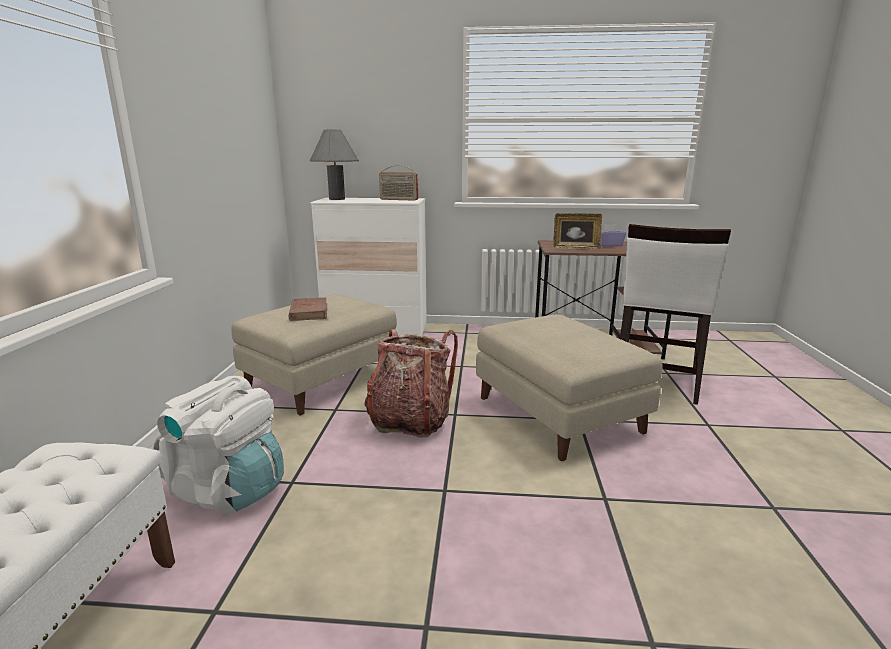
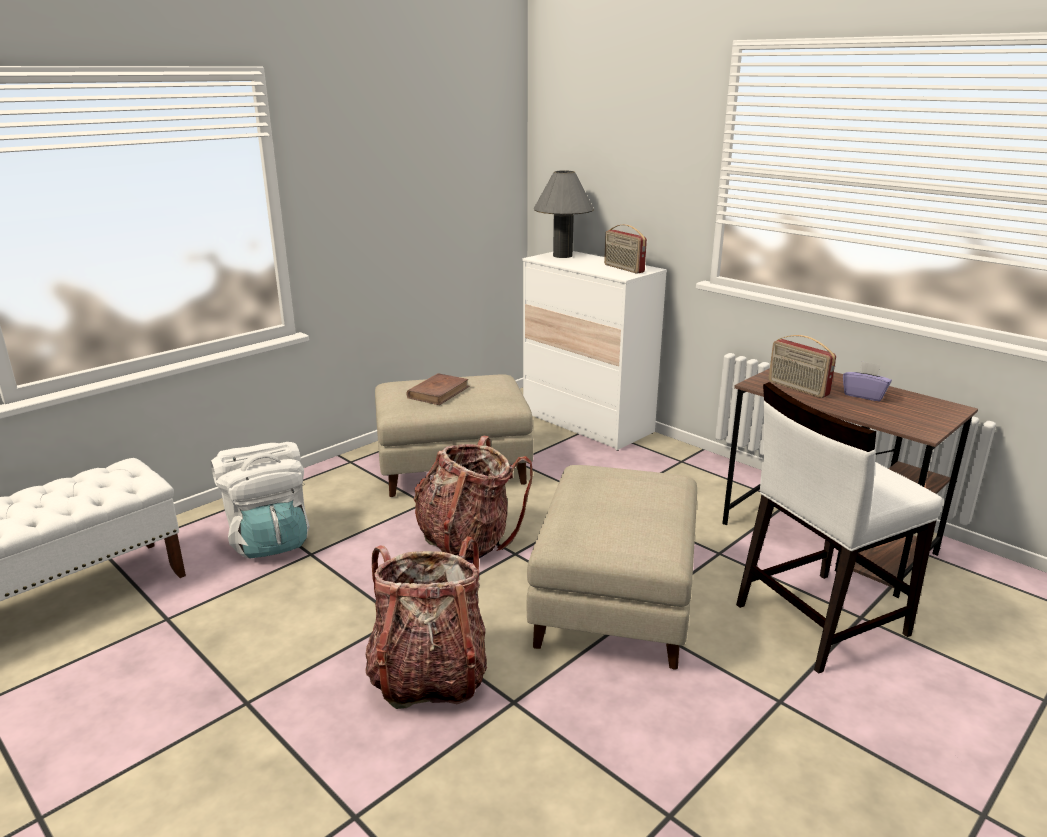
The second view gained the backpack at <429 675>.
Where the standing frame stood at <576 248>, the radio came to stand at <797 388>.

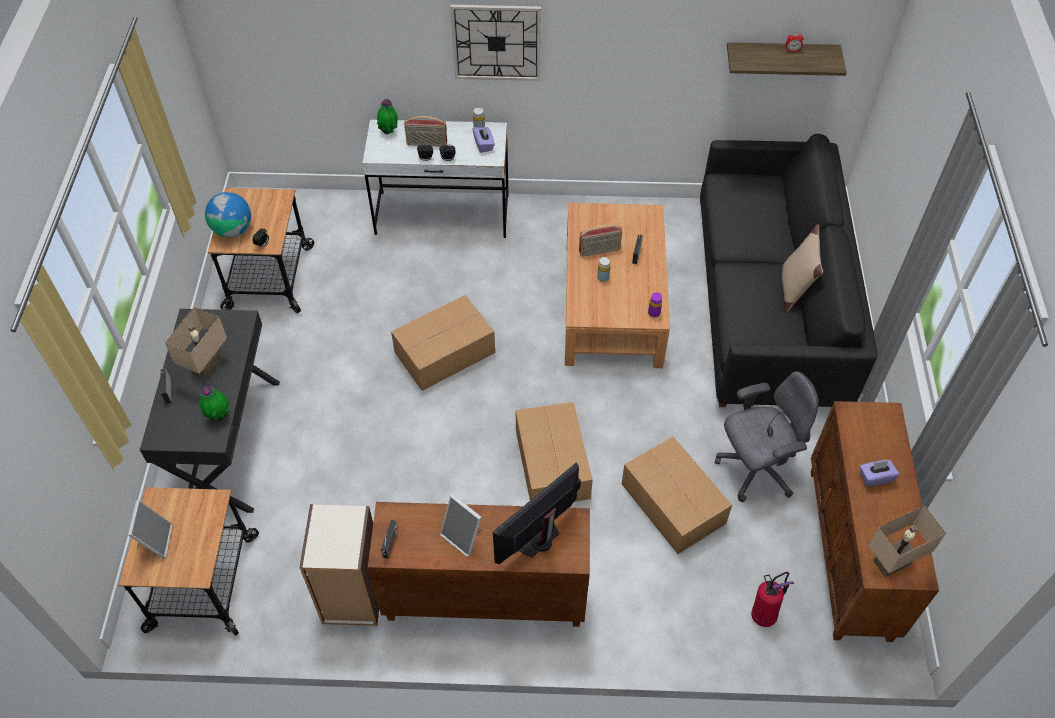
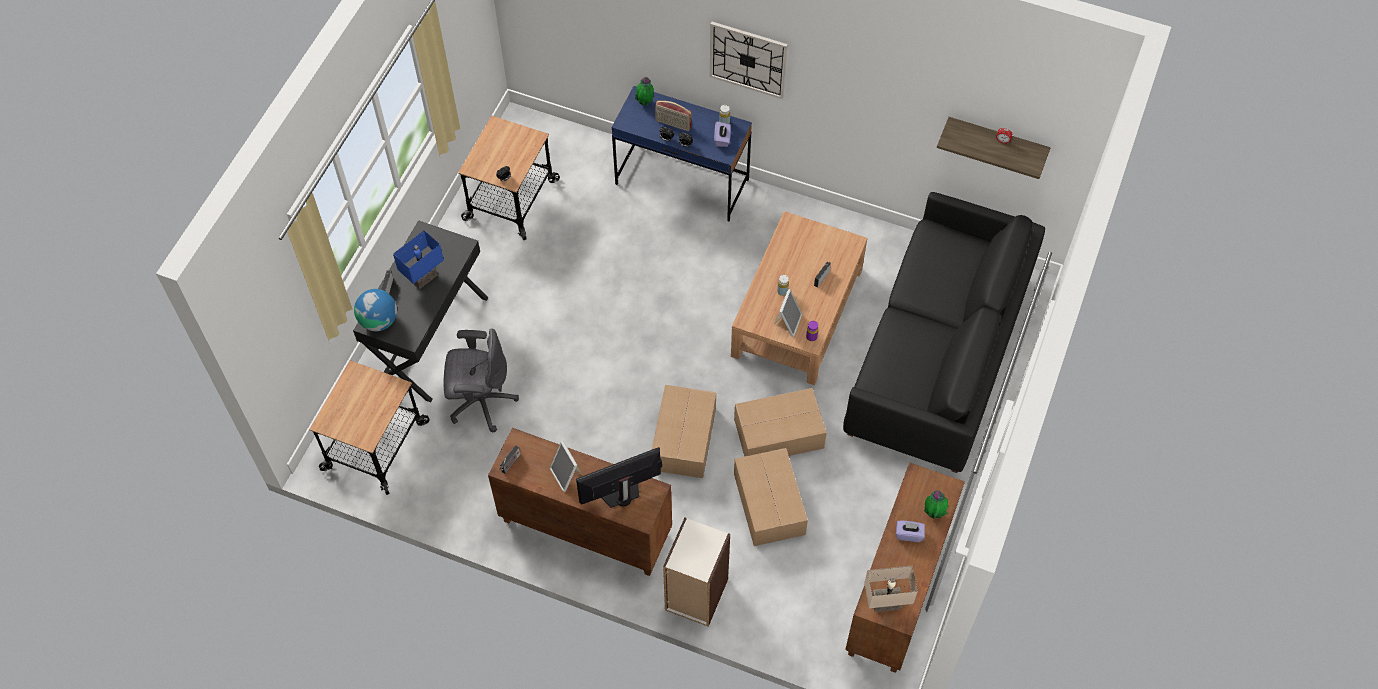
The second view lost the radio at <599 251>.
The second view lost the fire-fighting cylinder at <763 614>.
The second view lost the beige-coloured throw pillow at <794 288>.
The standing frame ended up elsewhere, having gone from <155 541> to <787 322>.
The plant in a pot ended up elsewhere, having gone from <219 416> to <934 513>.
The desk globe ended up elsewhere, having gone from <233 229> to <379 320>.
The shelving unit ended up elsewhere, having gone from <353 596> to <696 595>.
The cardboard box ended up elsewhere, having gone from <446 352> to <780 434>.
The gray desk chair ended up elsewhere, having gone from <755 469> to <481 401>.
What was the beige-coloured table lamp at <208 368> turned into the blue table lamp at <424 278>.
What was the whitish desk unit at <442 215> turned into the blue desk unit at <682 182>.

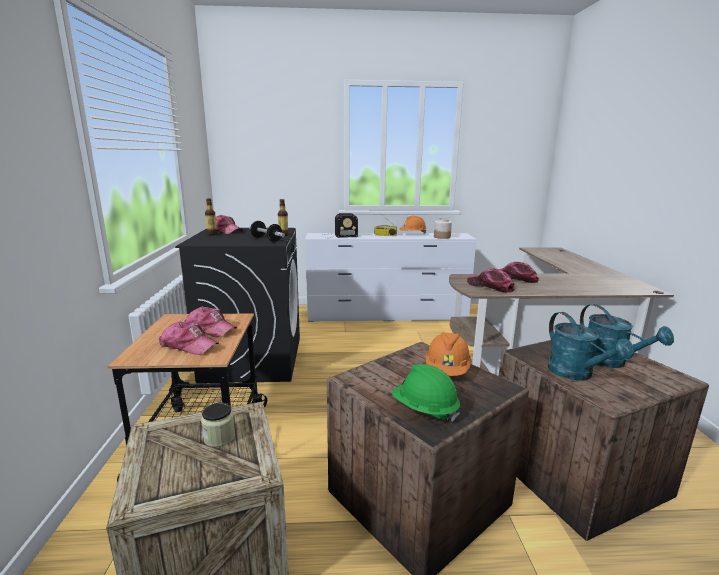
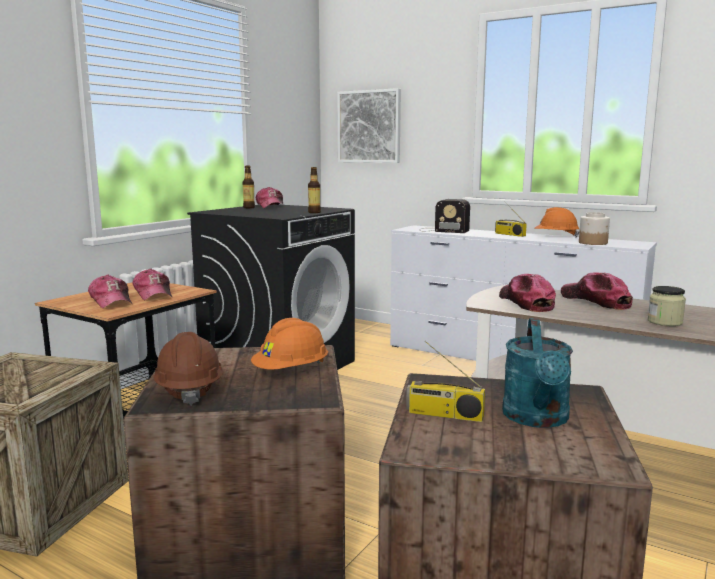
The second view lost the free weight at <266 239>.
The second view gained the picture at <369 126>.
The storage jar ended up elsewhere, having gone from <219 437> to <665 322>.
Where the turquoise-coloured watering pot stood at <576 374>, the radio came to stand at <444 415>.
What was the green work helmet at <424 409> turned into the brown-coloured work helmet at <189 390>.

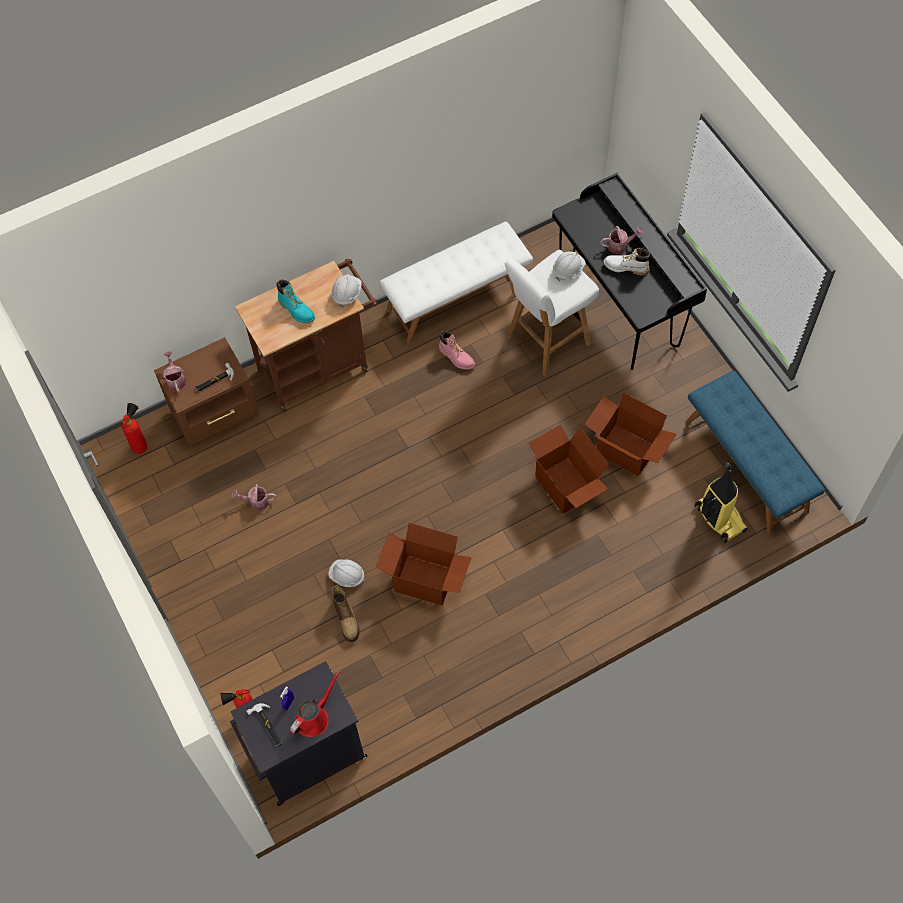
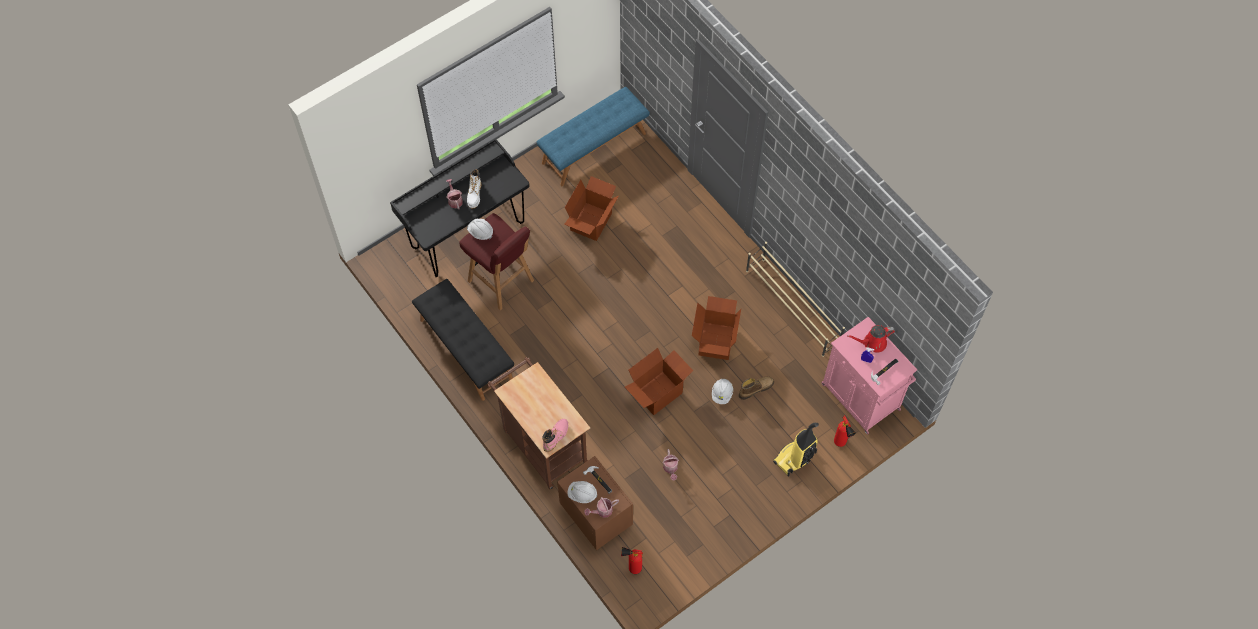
The second view lost the turquoise-coloured high-top boot at <296 310>.
The second view gained the beige-coloured shoe shelf at <792 307>.
The whitish work helmet ended up elsewhere, having gone from <347 294> to <582 494>.
The pink high-top boot ended up elsewhere, having gone from <456 358> to <556 436>.
The cardboard box ended up elsewhere, having gone from <566 485> to <657 392>.
The hoover ended up elsewhere, having gone from <718 518> to <795 458>.
What was the blackish storage cabinet at <307 756> turned into the pink storage cabinet at <861 398>.
What was the whitish indoor bench at <457 297> turned into the blackish indoor bench at <465 350>.
What was the whitish stool seat at <546 341> turned into the red-coloured stool seat at <501 282>.
The red-coloured watering pot at <314 717> ended up facing another way, 45 degrees counterclockwise from before.

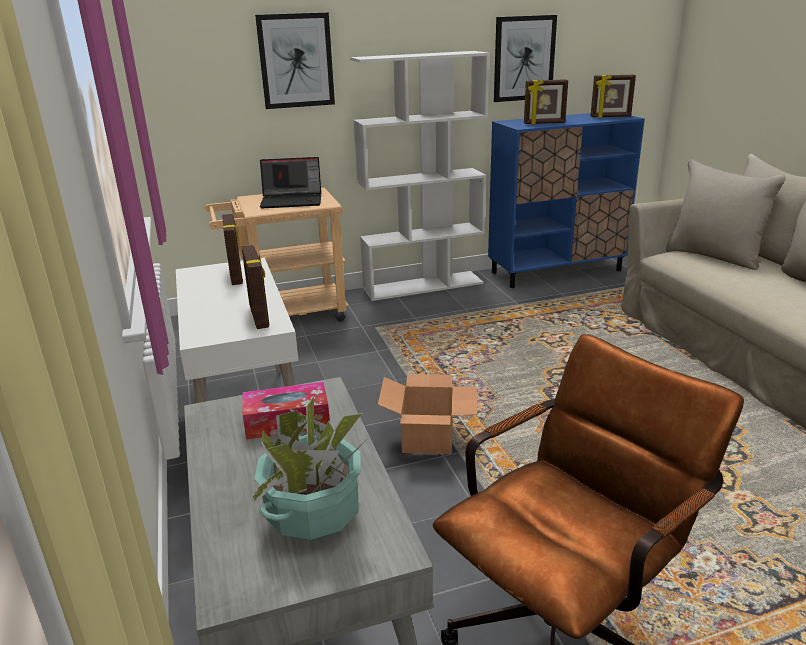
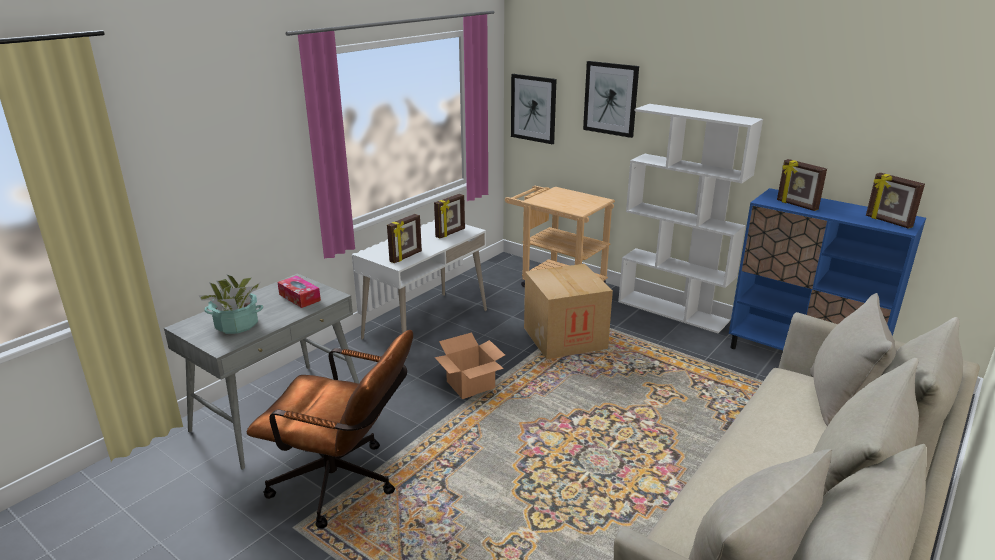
The second view lost the notebook computer at <292 201>.
The second view gained the cardboard box at <564 338>.
The picture ended up elsewhere, having gone from <524 58> to <533 108>.

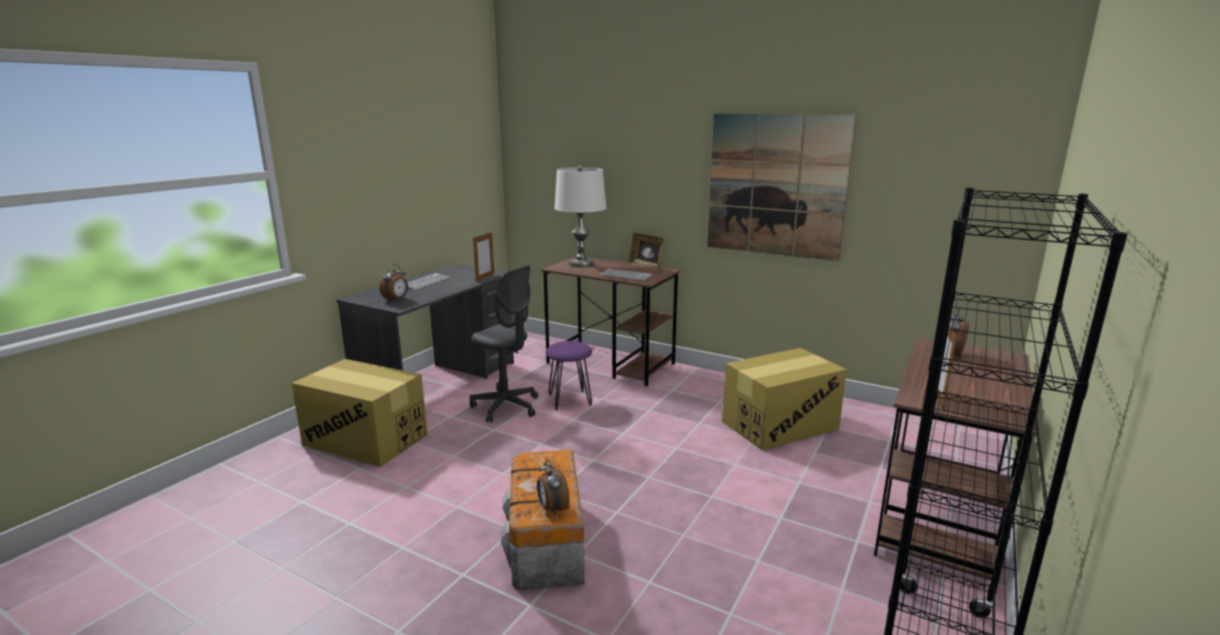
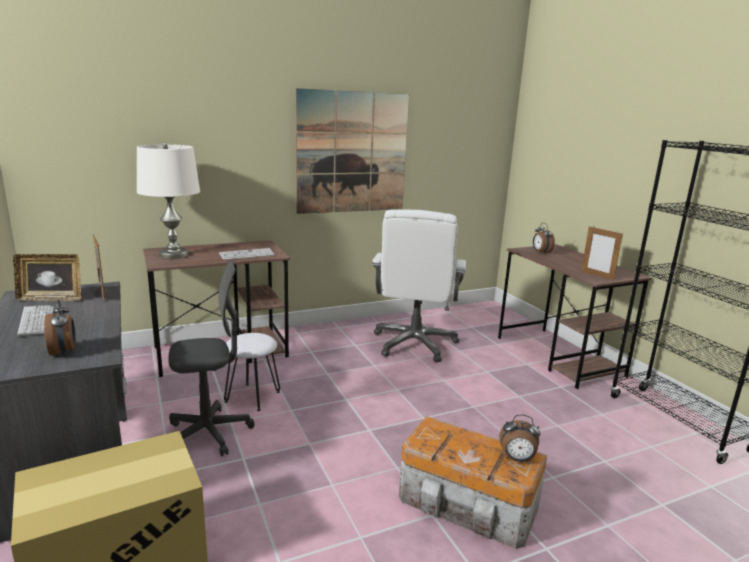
The standing frame ended up elsewhere, having gone from <646 267> to <51 298>.
Where the cardboard box stood at <779 425>, the whitish desk chair came to stand at <414 344>.
What was the purplish stool seat at <569 399> turned into the whitish stool seat at <252 397>.

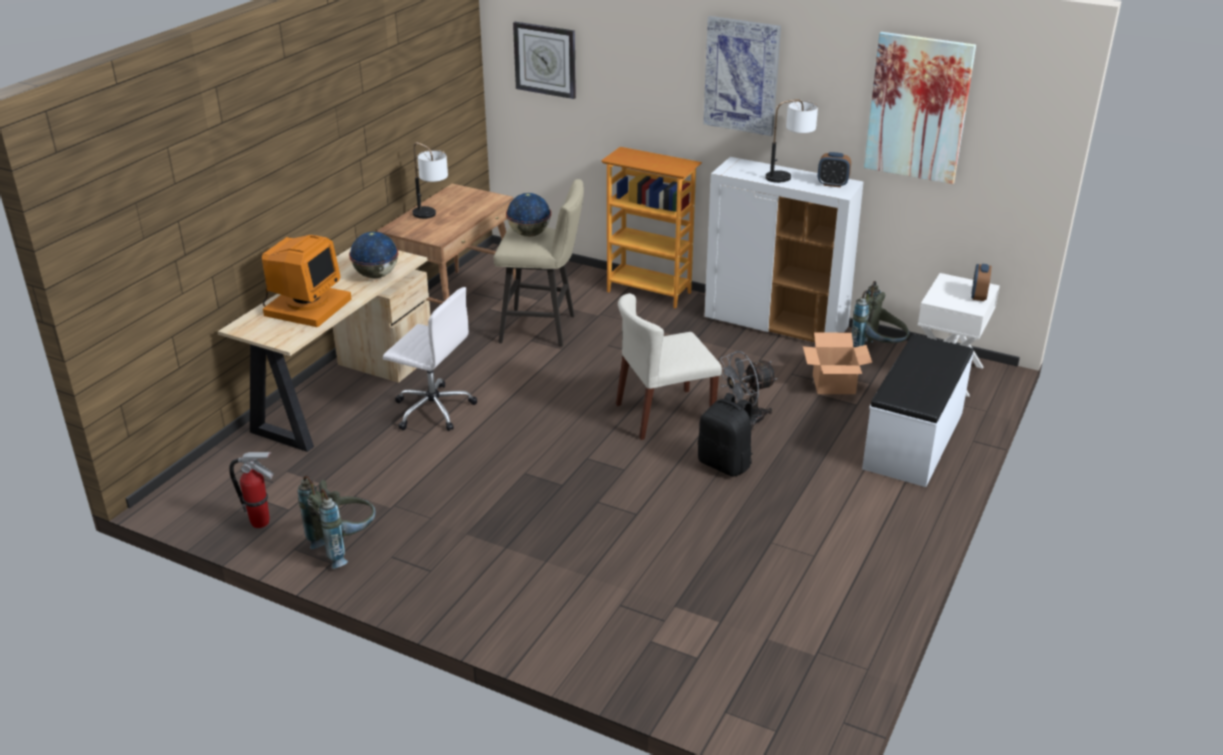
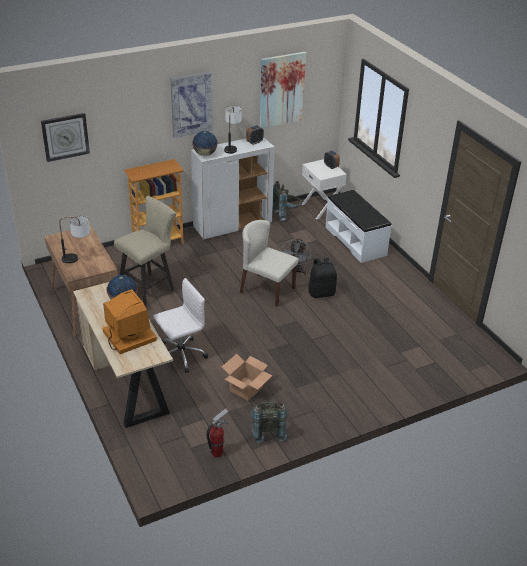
The desk globe ended up elsewhere, having gone from <529 234> to <205 154>.
The cardboard box ended up elsewhere, having gone from <834 384> to <246 388>.
The beige-coloured chair at <664 414> ended up facing another way, 105 degrees clockwise from before.

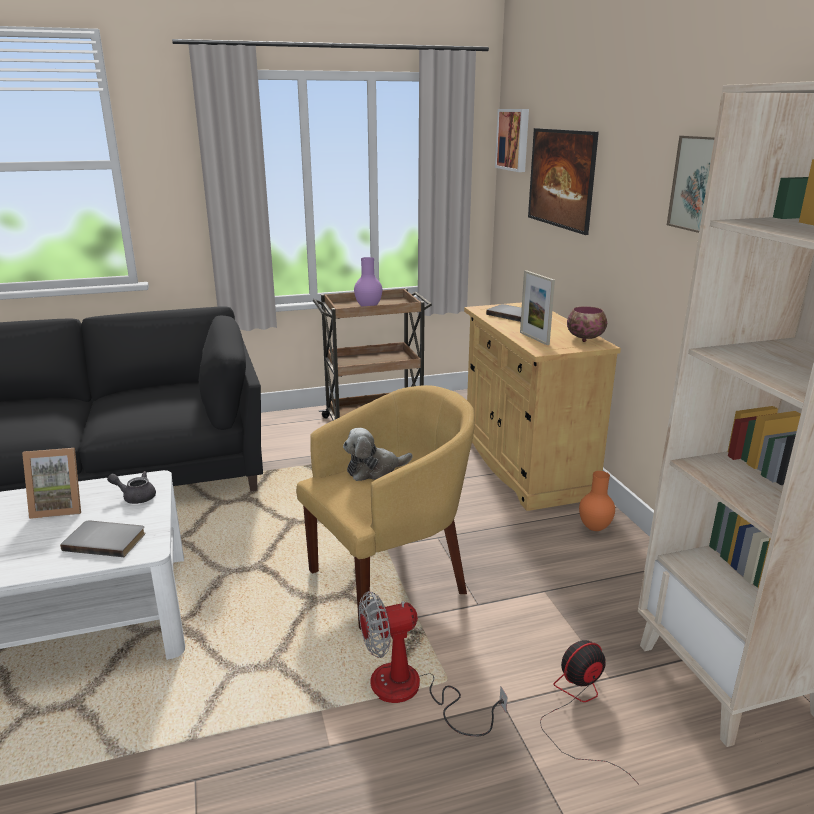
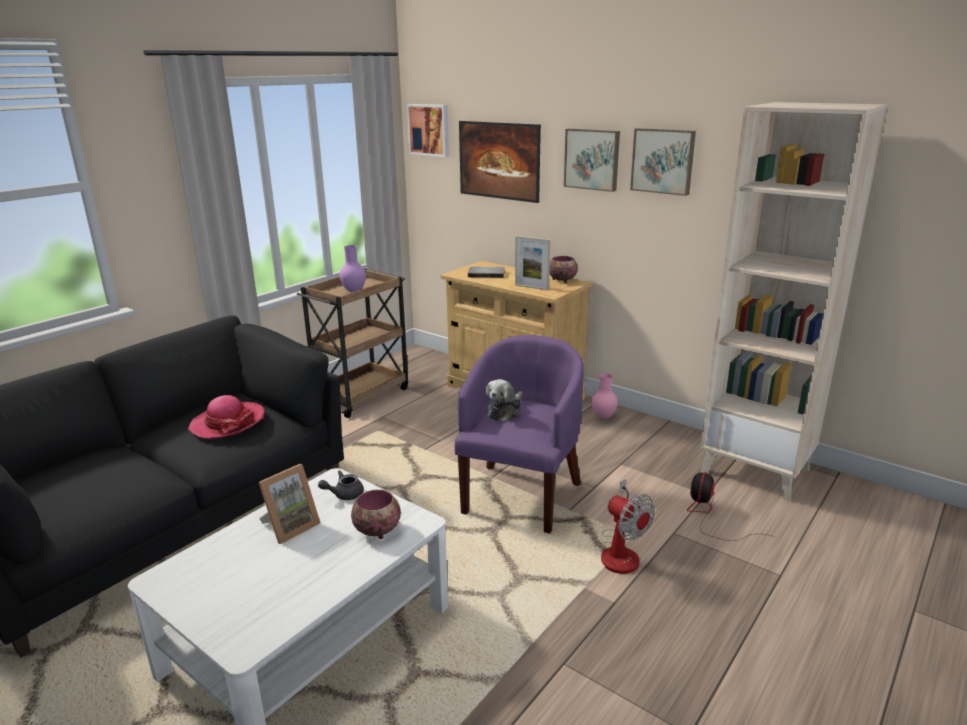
The second view gained the hat at <228 423>.
The second view gained the picture at <592 159>.
Where the gray bound book stood at <106 540>, the serving bowl came to stand at <377 530>.
What was the yellowish easy chair at <391 577> turned into the purplish easy chair at <522 494>.
What was the orange-coloured vase at <595 528> turned into the pink vase at <603 416>.
The cooling fan at <411 692> ended up facing another way, 75 degrees counterclockwise from before.

